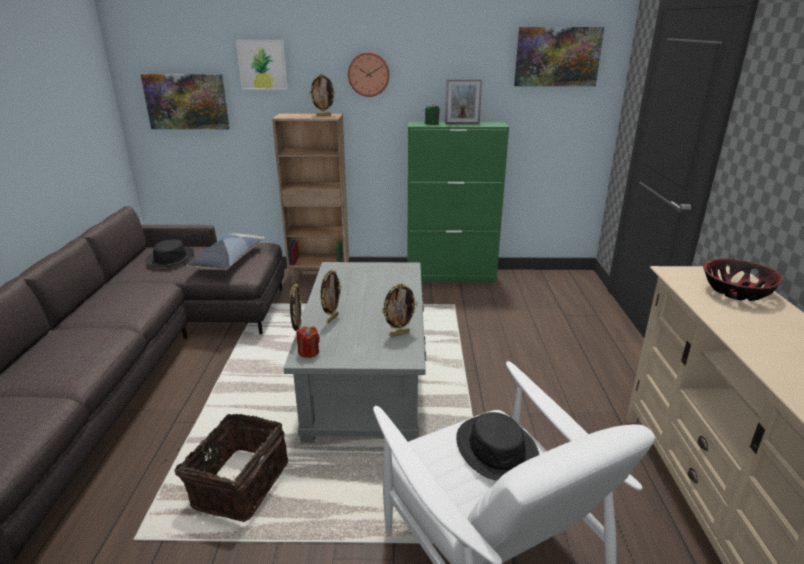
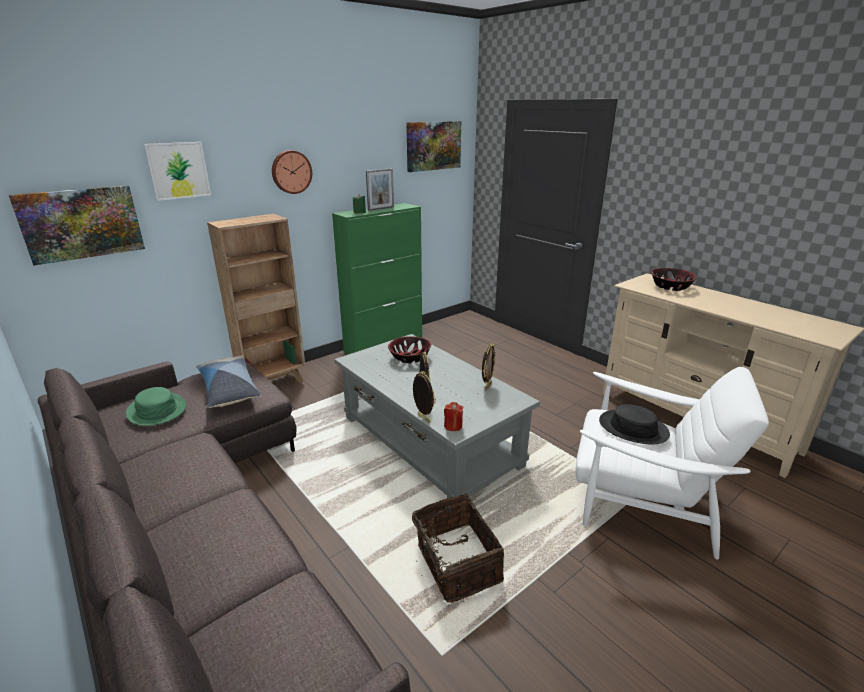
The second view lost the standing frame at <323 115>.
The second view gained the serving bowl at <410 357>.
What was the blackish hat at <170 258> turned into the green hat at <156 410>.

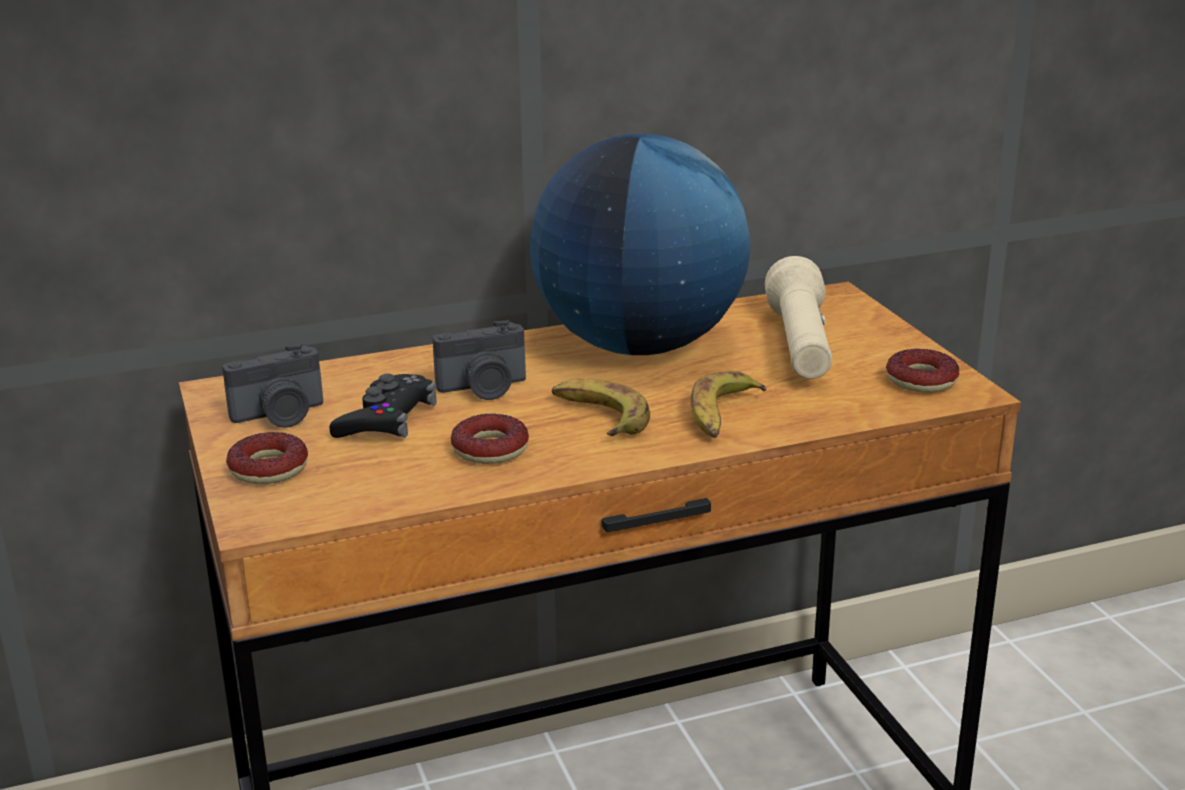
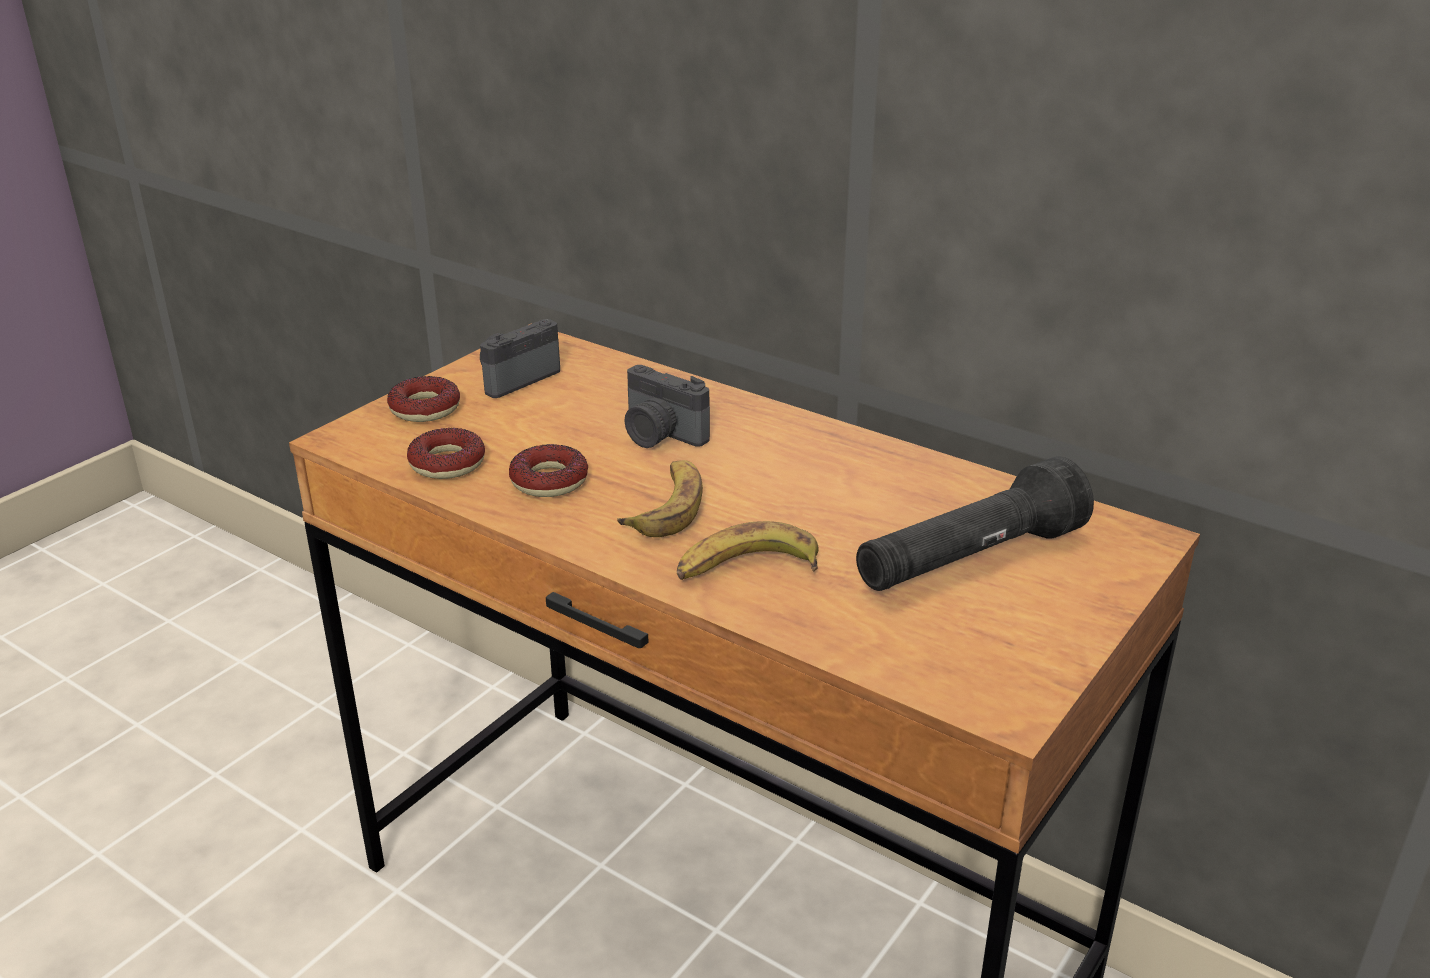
The second view lost the blackish joypad at <386 420>.
The second view lost the desk globe at <639 346>.
The doughnut ended up elsewhere, having gone from <921 380> to <447 463>.
What was the beige-coloured torch at <800 347> turned into the blackish torch at <969 560>.
The photo camera at <280 416> ended up facing another way, 105 degrees clockwise from before.

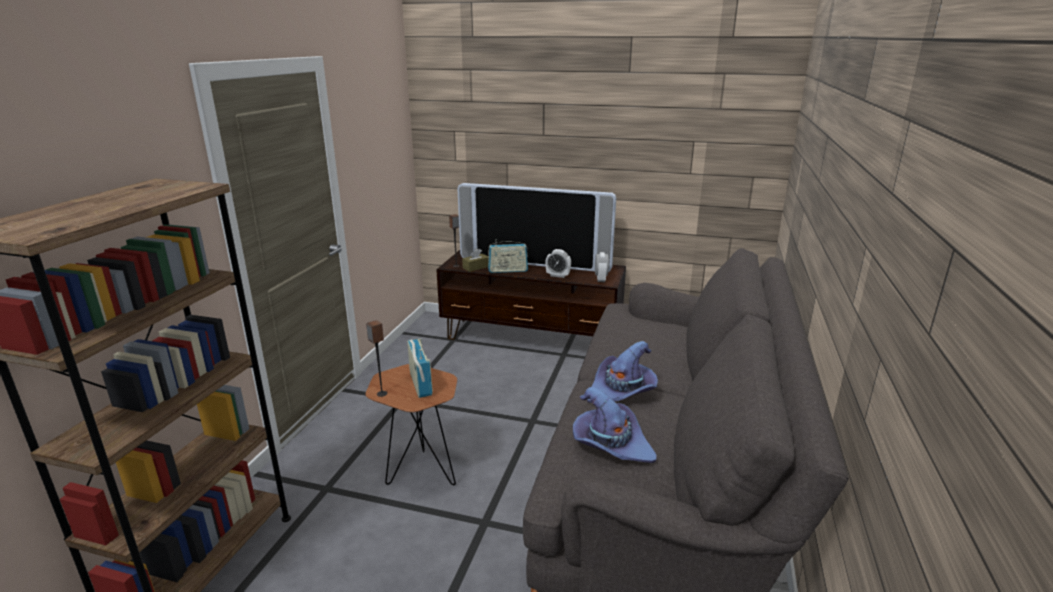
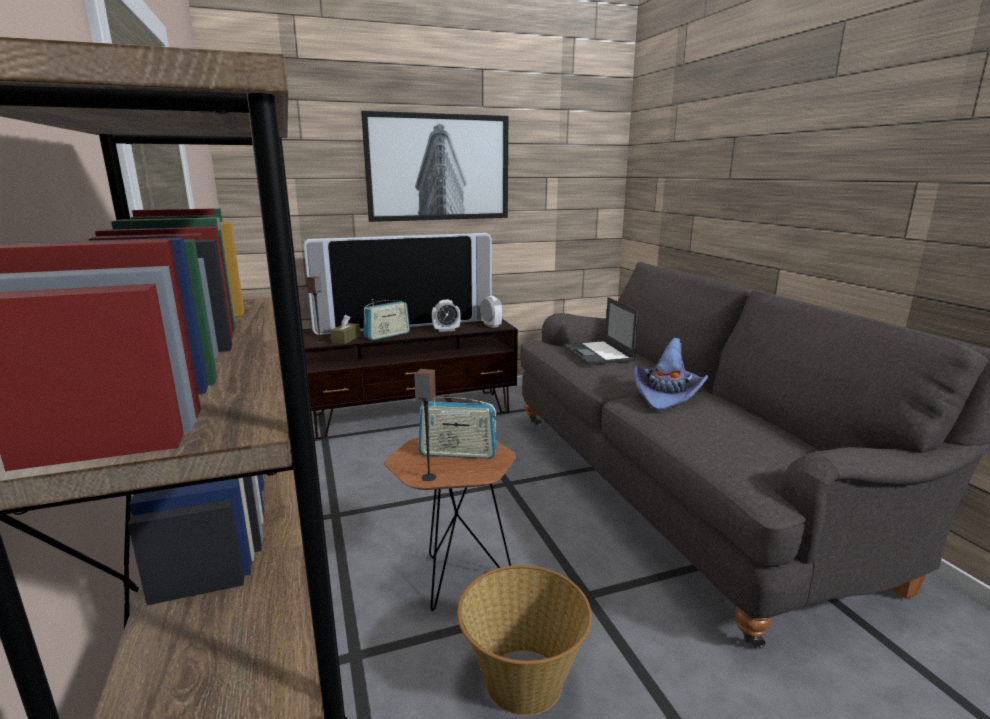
The second view lost the purplish hat at <611 444>.
The second view gained the picture at <438 168>.
The second view gained the basket at <522 682>.
The second view gained the notebook computer at <598 354>.
The radio at <420 383> ended up facing another way, 150 degrees clockwise from before.

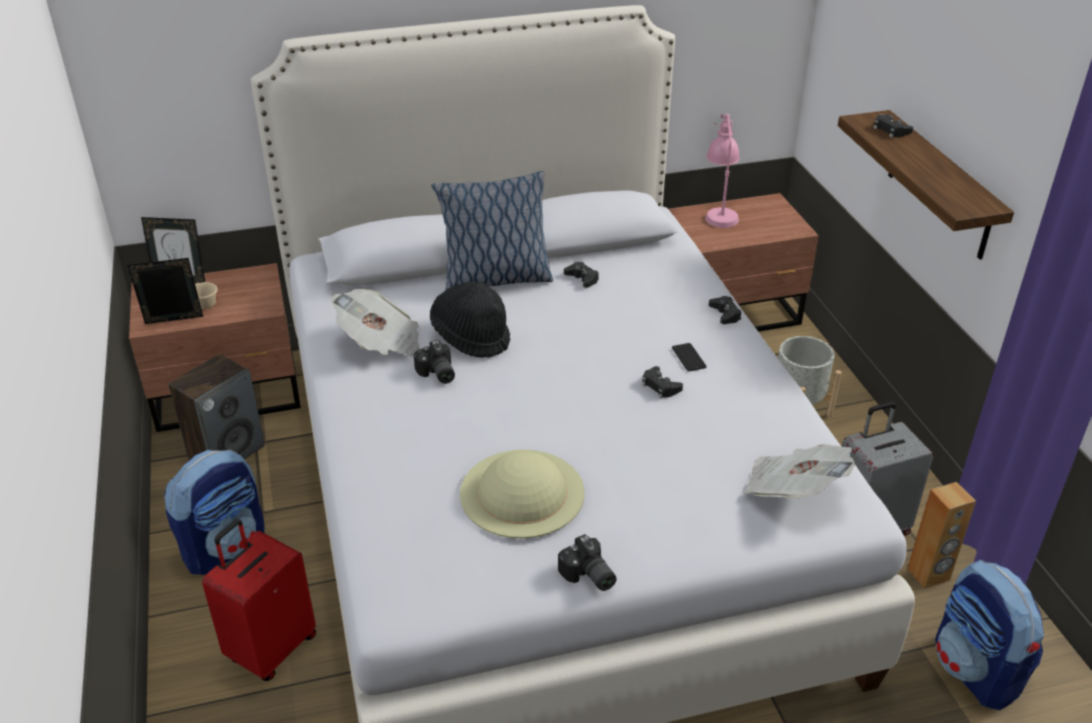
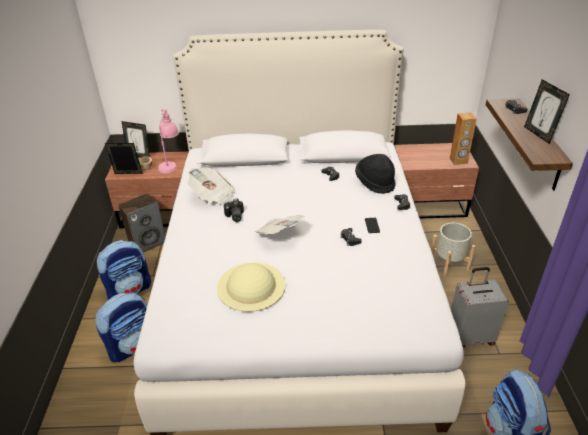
The second view lost the throw pillow at <495 280>.
The second view lost the photo camera at <588 576>.
The second view gained the standing frame at <539 134>.
The blackish hat ended up elsewhere, having gone from <471 336> to <375 182>.
The pink table lamp ended up elsewhere, having gone from <719 211> to <170 163>.
The printed paper ended up elsewhere, having gone from <793 490> to <279 234>.
The brown-coloured audio speaker ended up elsewhere, having gone from <928 575> to <458 161>.
Where the red-coloured suitcase stood at <271 648>, the backpack came to stand at <132 345>.

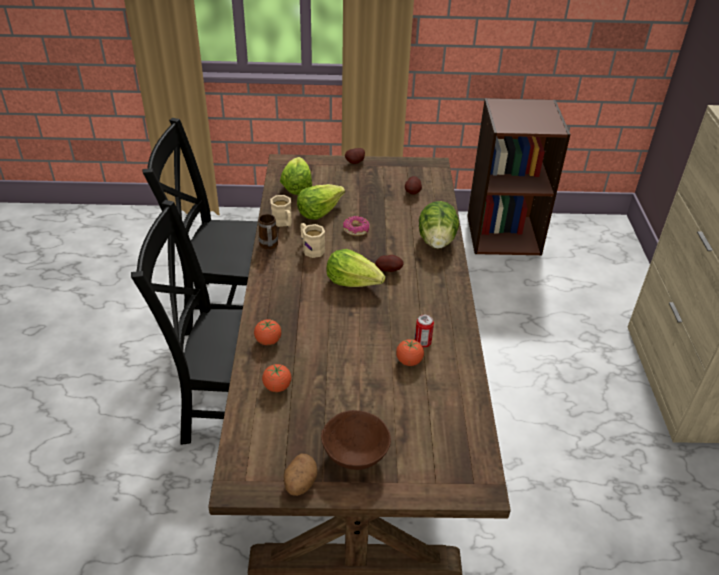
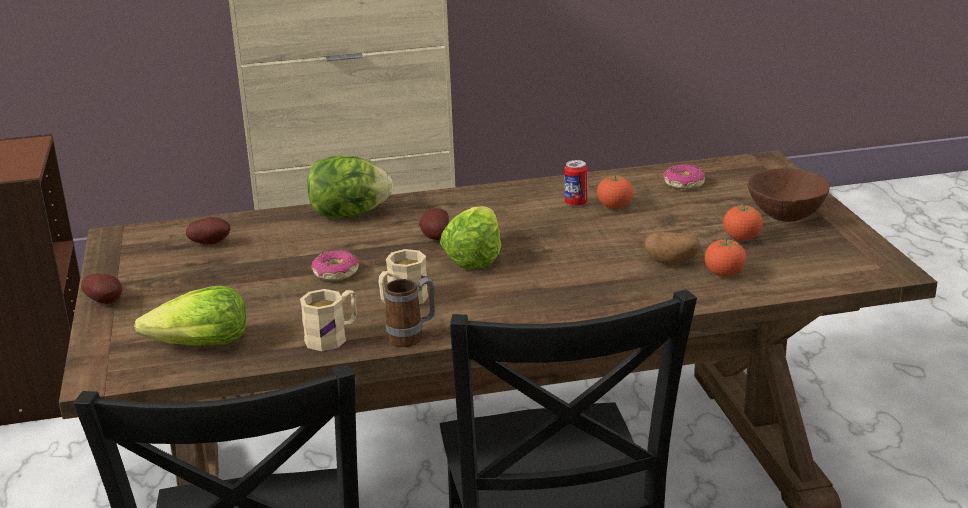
The second view lost the lettuce head at <319 211>.
The second view gained the doughnut at <683 184>.
The whole tomato ended up elsewhere, having gone from <268 341> to <742 238>.
The potato ended up elsewhere, having gone from <300 484> to <671 262>.

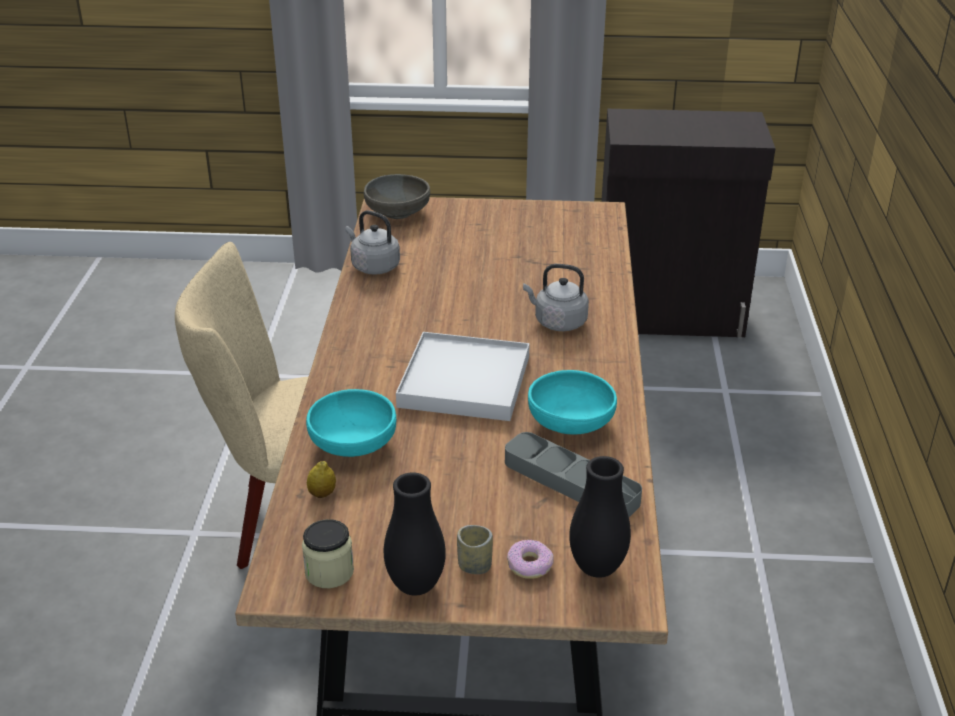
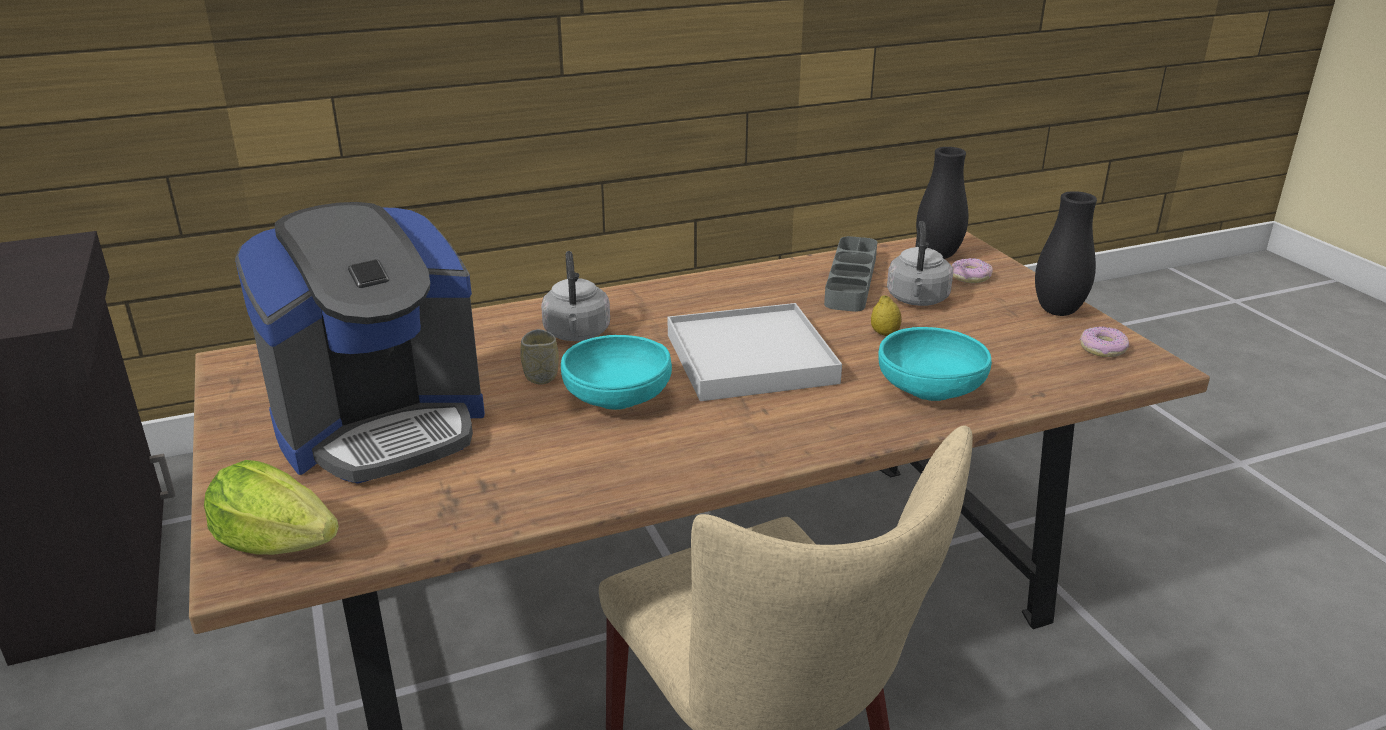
The second view gained the coffee maker at <381 426>.
The citrus fruit ended up elsewhere, having gone from <322 494> to <884 333>.
The gray tea kettle ended up elsewhere, having gone from <373 266> to <917 300>.
The small cup ended up elsewhere, having gone from <474 566> to <541 377>.
The turquoise-coloured serving bowl ended up elsewhere, having gone from <570 423> to <617 398>.
Where the storage jar stood at <329 572>, the doughnut came to stand at <1103 349>.
Where the gray serving bowl stood at <398 212>, the lettuce head came to stand at <276 543>.

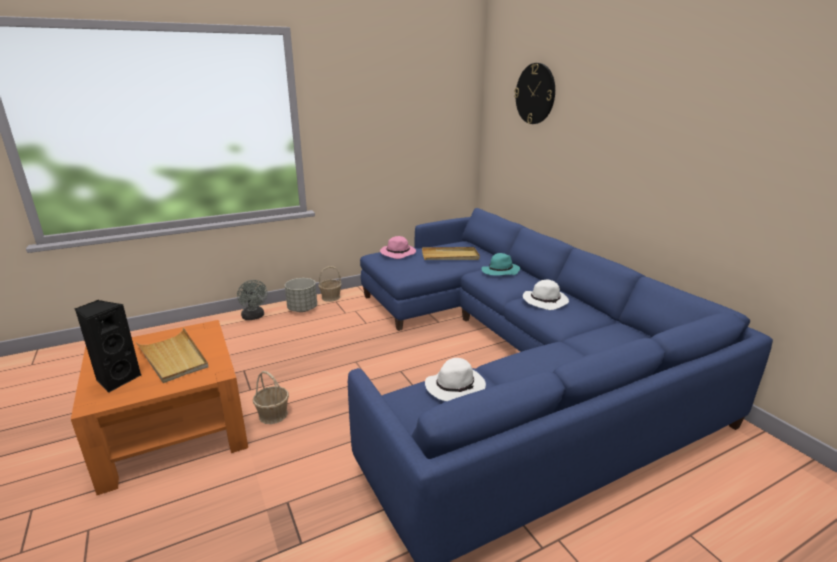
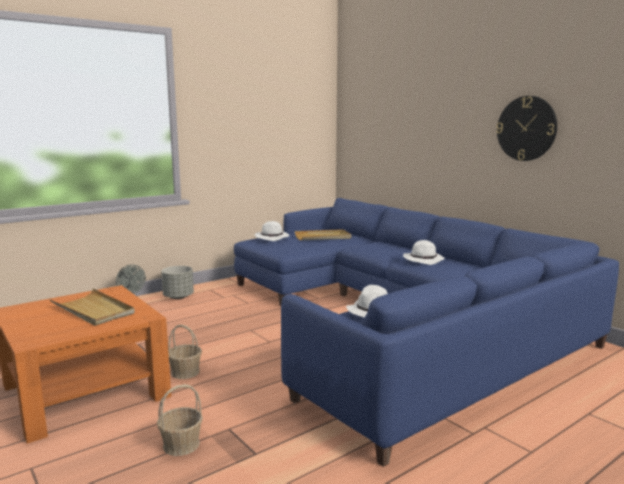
The second view lost the blackish audio speaker at <117 379>.
The second view lost the turquoise-coloured hat at <500 272>.
The basket ended up elsewhere, having gone from <330 297> to <181 444>.
The hanging clock ended up elsewhere, having gone from <535 94> to <526 128>.
What was the pink hat at <398 253> turned into the whitish hat at <272 237>.

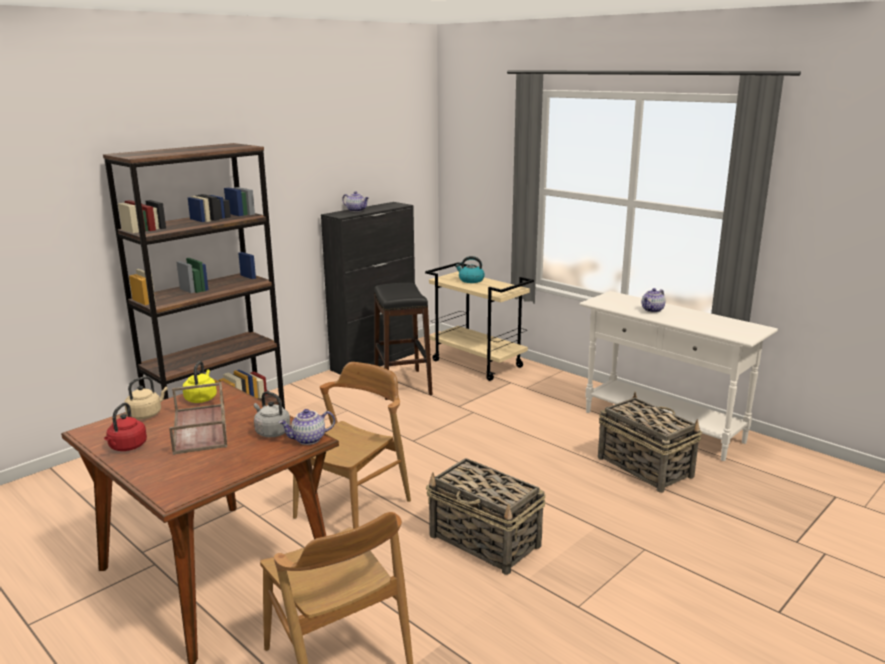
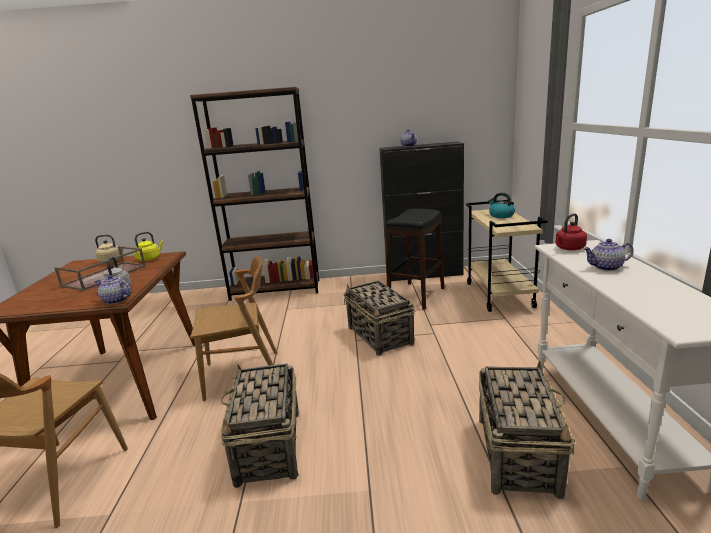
The second view gained the basket at <380 336>.
The red-coloured tea kettle ended up elsewhere, having gone from <127 447> to <569 248>.

